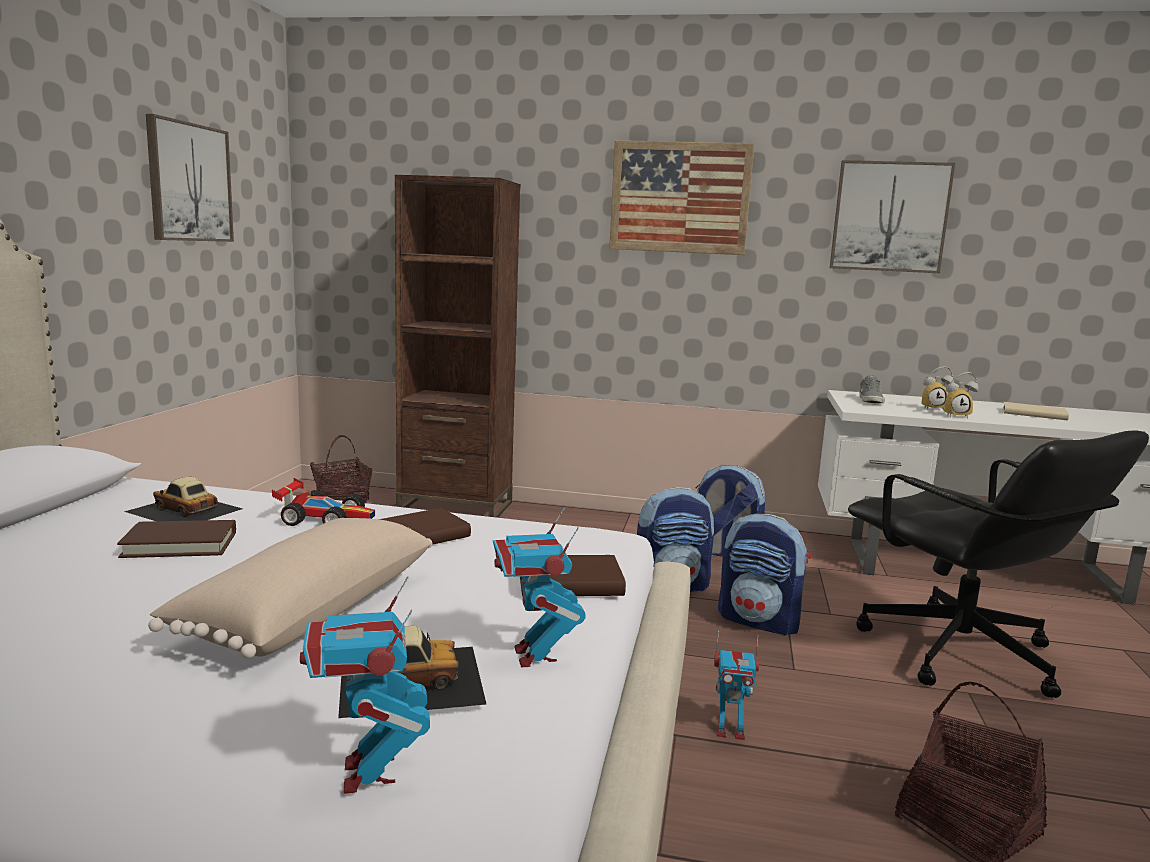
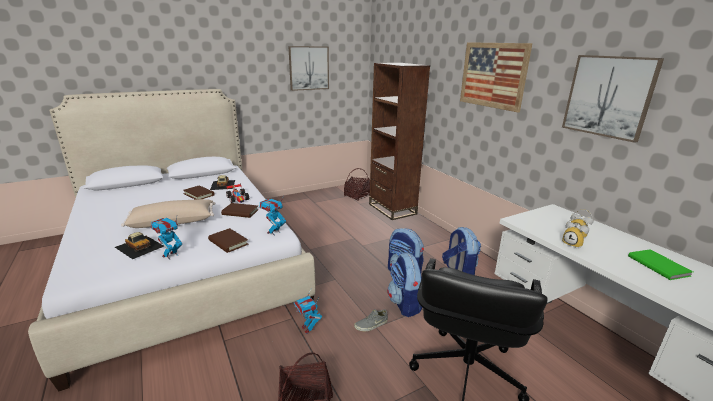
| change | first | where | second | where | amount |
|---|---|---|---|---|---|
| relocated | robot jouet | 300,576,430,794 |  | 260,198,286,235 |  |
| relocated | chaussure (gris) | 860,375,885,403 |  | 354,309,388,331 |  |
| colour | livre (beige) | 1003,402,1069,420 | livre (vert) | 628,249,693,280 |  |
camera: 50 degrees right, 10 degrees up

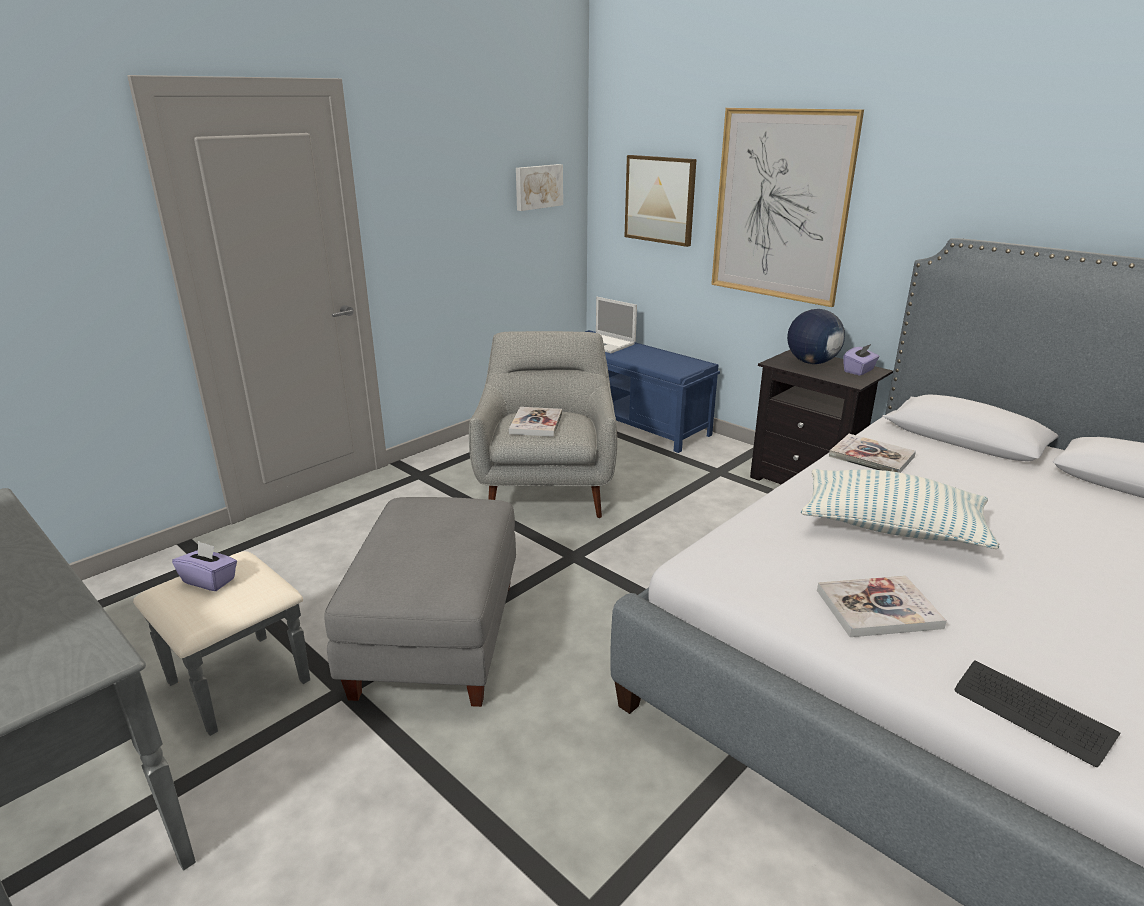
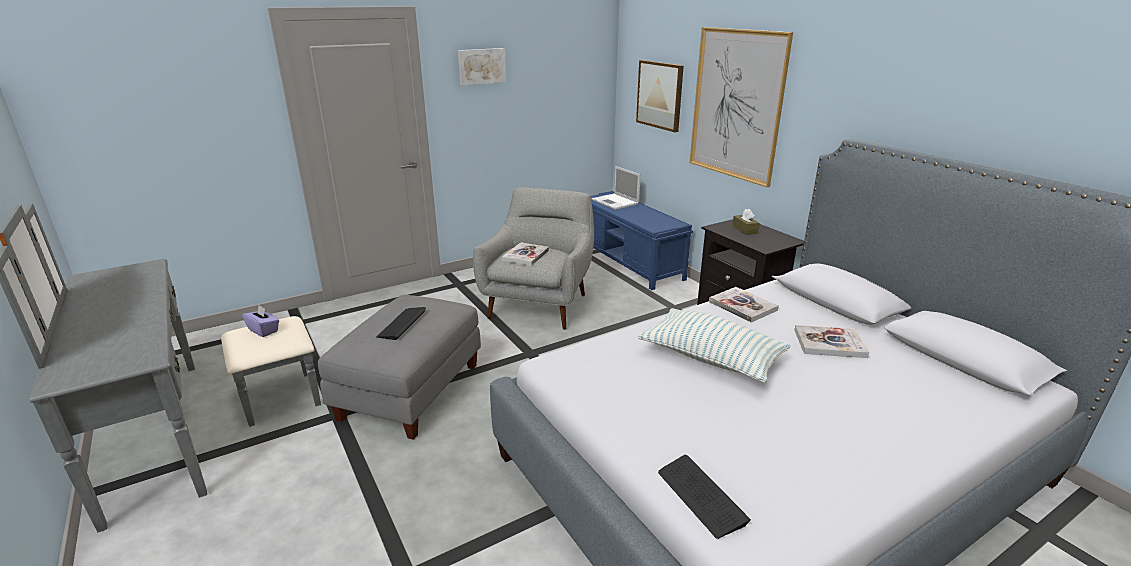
| change | first | where | second | where | amount |
|---|---|---|---|---|---|
| missing | boîte à mouchoirs (violet) | 844,344,879,376 |  |  |  |
| appeared |  |  | clavier | 376,307,426,340 |  |
| relocated | tableau | 516,164,563,211 |  | 458,48,506,85 |  |
| relocated | livre | 817,576,947,637 |  | 794,325,869,358 |  |
| exchanged | globe | 787,309,845,364 | boîte à mouchoirs (marron) | 732,208,759,235 |  |
camera: 15 degrees right, 0 degrees up

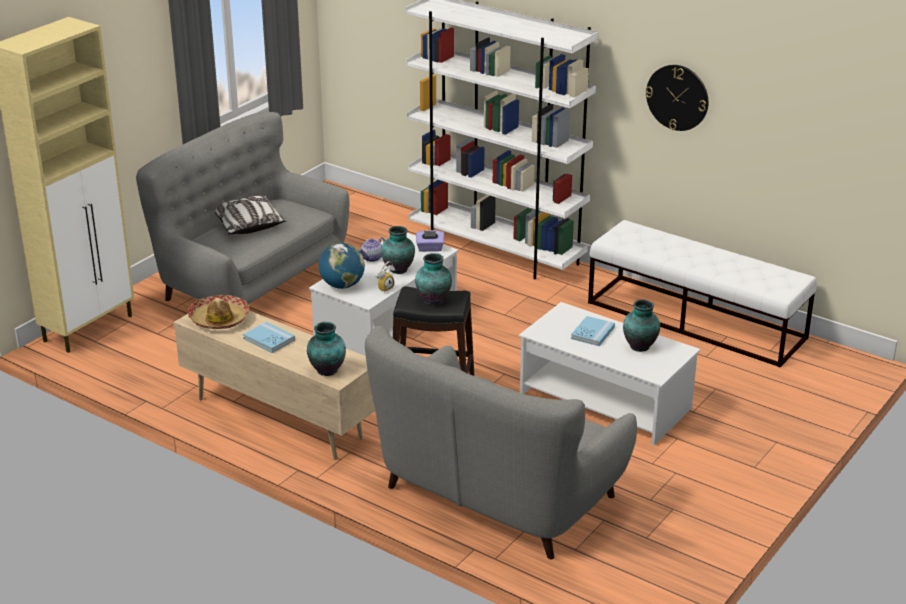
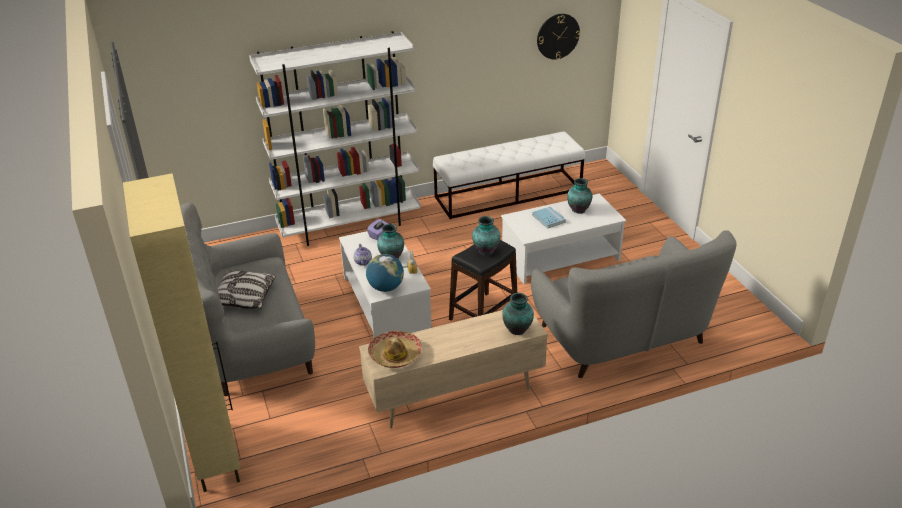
| change | first | where | second | where | amount |
|---|---|---|---|---|---|
| missing | livre (bleu) | 243,322,295,353 |  |  |  |
| relocated | horloge murale | 645,65,709,131 |  | 537,14,580,59 |  |
camera: 55 degrees left, 5 degrees up

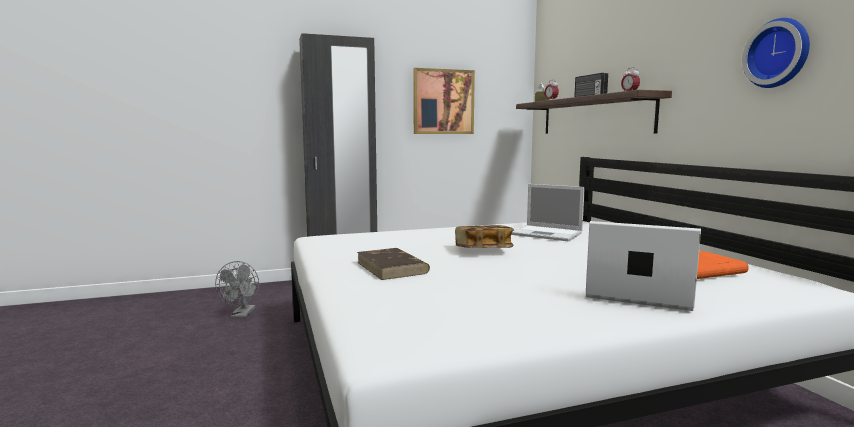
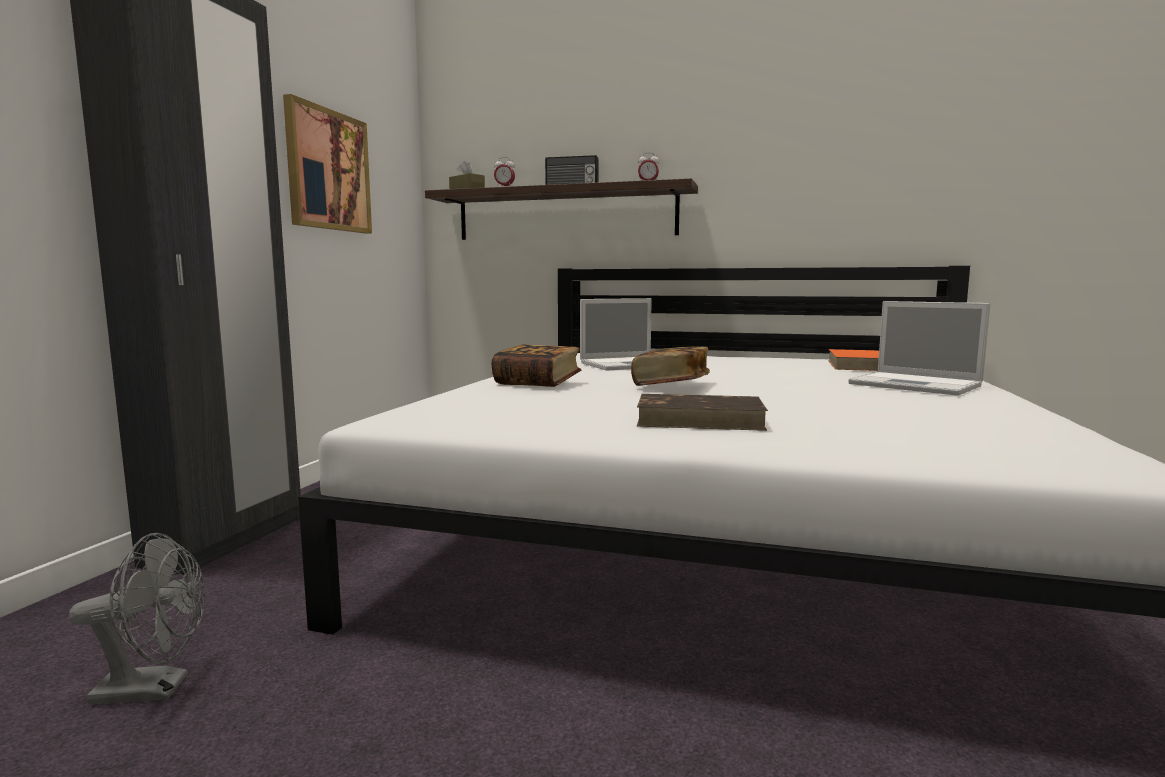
| change | first | where | second | where | amount |
|---|---|---|---|---|---|
| missing | horloge murale | 742,18,810,88 |  |  |  |
| appeared |  |  | livre | 491,344,581,387 |  |
| spun | ventilateur (gris) | 215,261,259,318 |  | 69,533,205,704 | 45 degrees counterclockwise |
| spun | ordinateur portable | 586,221,701,311 |  | 848,301,990,396 | 105 degrees counterclockwise |
camera: 55 degrees left, 0 degrees up

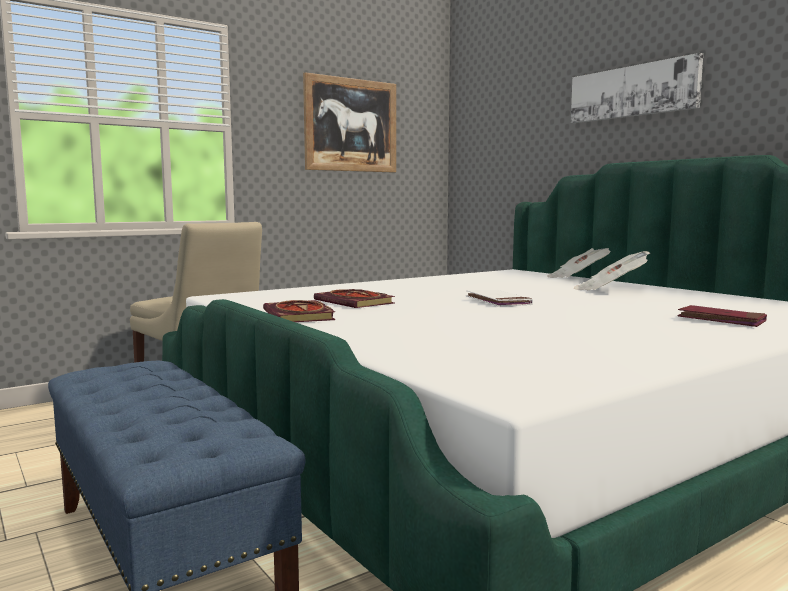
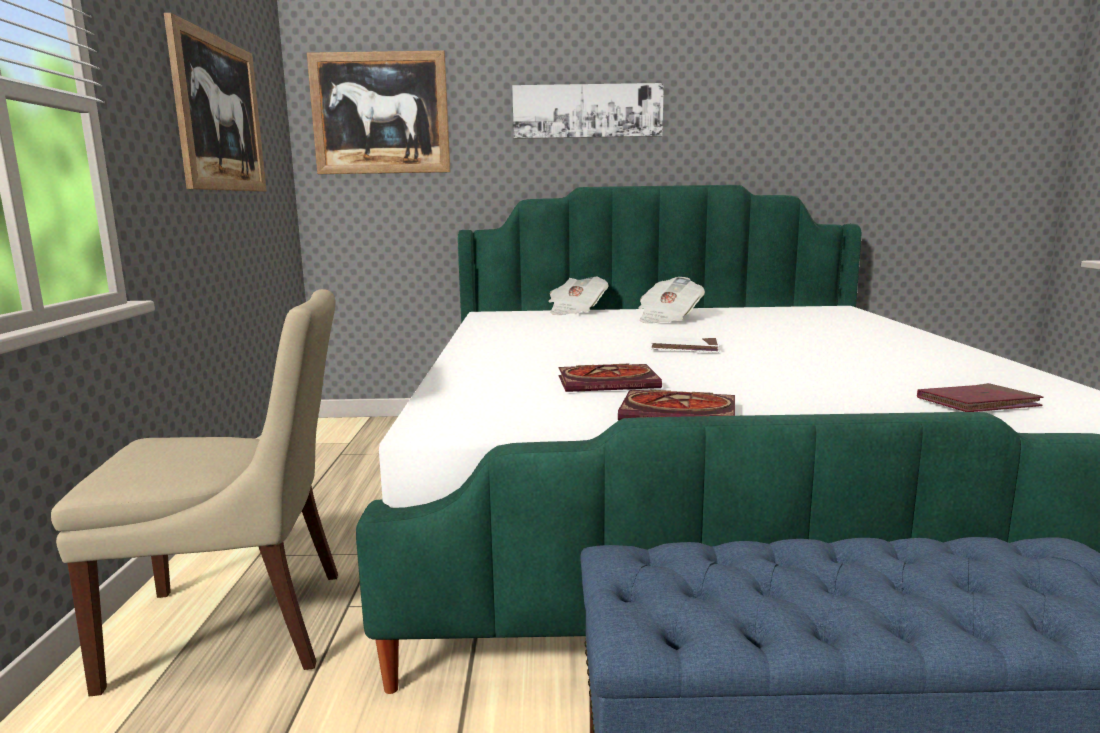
| change | first | where | second | where | amount |
|---|---|---|---|---|---|
| appeared |  |  | tableau | 307,51,450,174 |  |
| relocated | livre (rouge) | 677,305,767,327 |  | 917,383,1043,412 |  |
camera: 55 degrees left, 5 degrees up

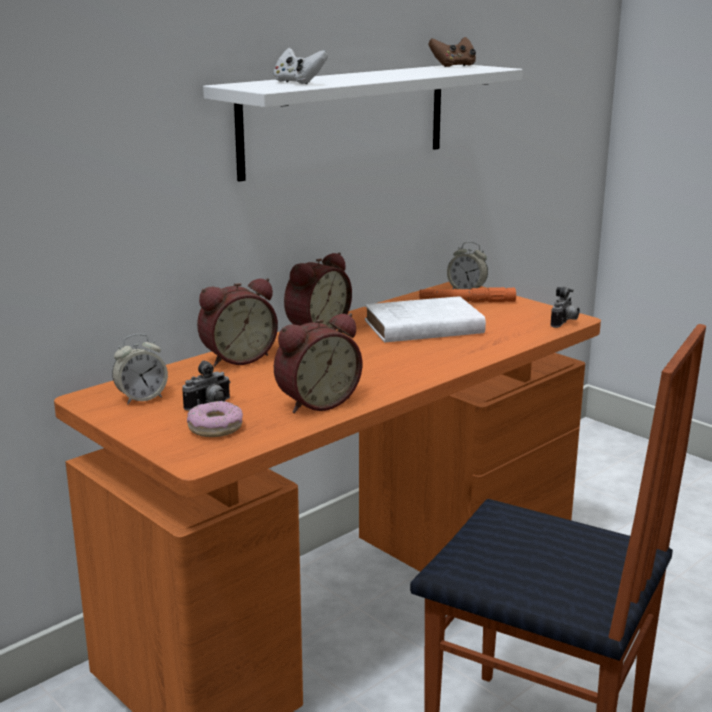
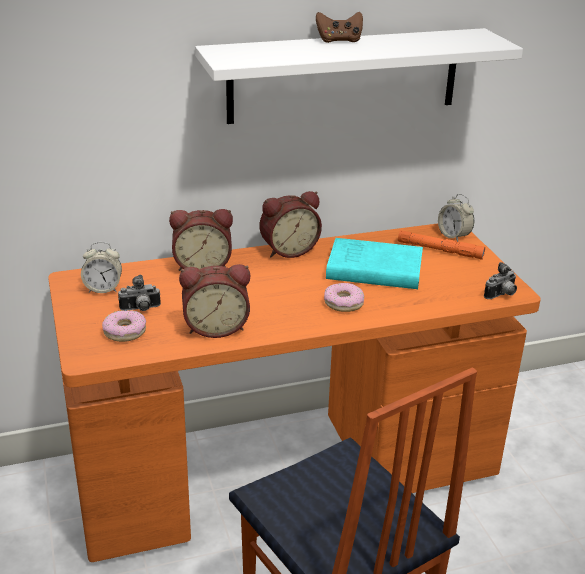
| change | first | where | second | where | amount |
|---|---|---|---|---|---|
| missing | manette (blanc) | 273,48,328,84 |  |  |  |
| appeared |  |  | beignet | 324,283,364,312 |  |
| relocated | manette (marron) | 428,37,476,67 |  | 316,12,363,43 |  |
| colour | livre (blanc) | 365,296,486,343 | livre (turquoise) | 326,238,423,289 |  |
camera: 25 degrees right, 10 degrees up

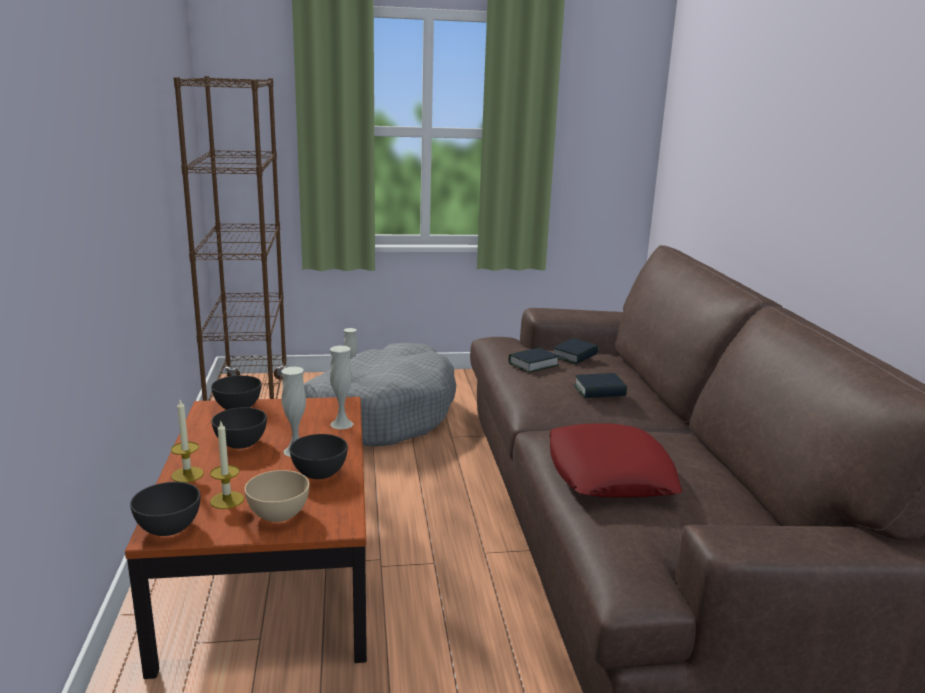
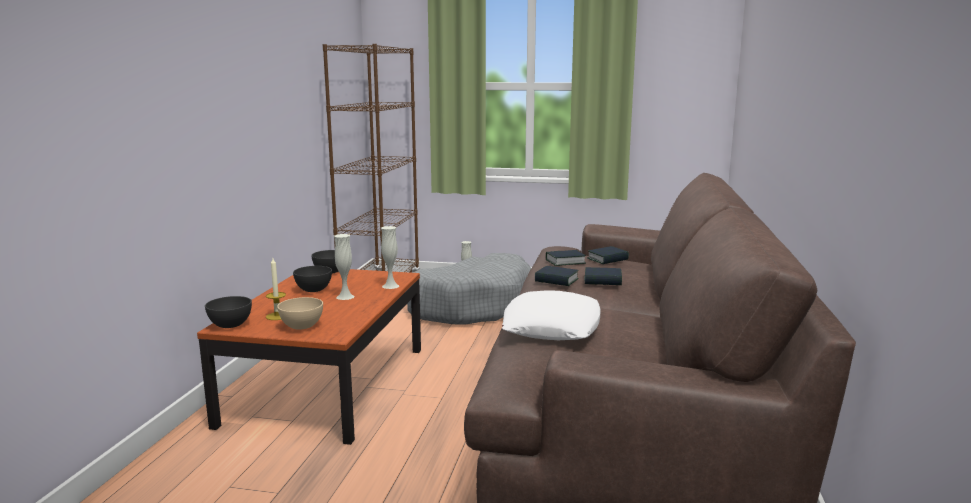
| change | first | where | second | where | amount |
|---|---|---|---|---|---|
| missing | bougie | 171,400,204,483 |  |  |  |
| missing | bol (gris) | 290,434,348,479 |  |  |  |
| appeared |  |  | livre | 535,266,579,286 |  |
| colour | coussin (rouge) | 549,423,682,498 | coussin (blanc) | 502,290,601,340 |  |
camera: 20 degrees right, 5 degrees down

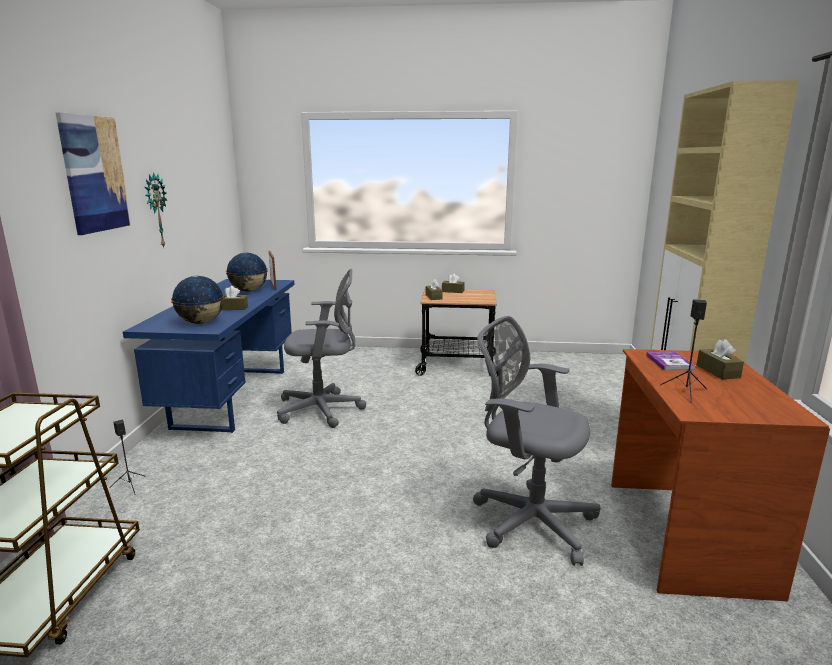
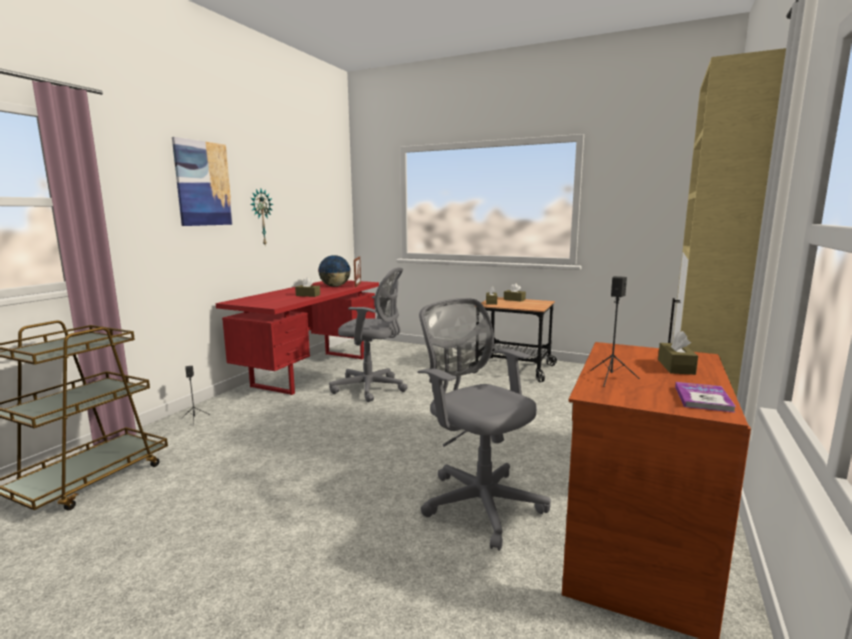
| change | first | where | second | where | amount |
|---|---|---|---|---|---|
| missing | globe | 171,276,224,324 |  |  |  |
| relocated | livre | 646,352,695,370 |  | 675,382,736,413 |  |
| colour | bureau (bleu) | 123,279,294,433 | bureau (rouge) | 216,280,379,395 |  |
camera: 20 degrees right, 5 degrees down

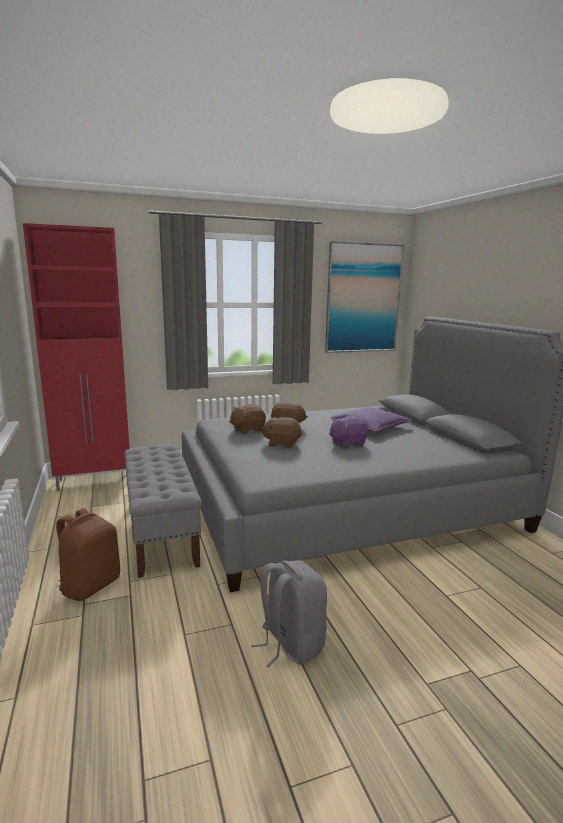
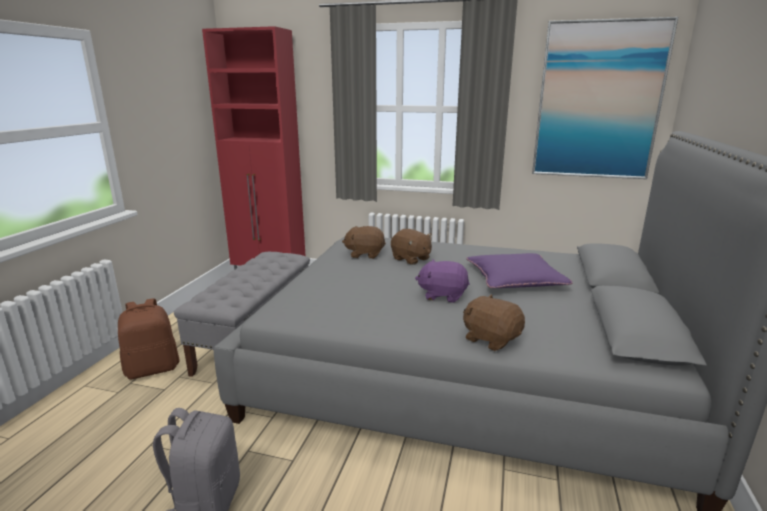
| change | first | where | second | where | amount |
|---|---|---|---|---|---|
| relocated | peluche (marron) | 261,417,302,448 |  | 463,294,525,351 |  |
camera: 35 degrees right, 5 degrees up

